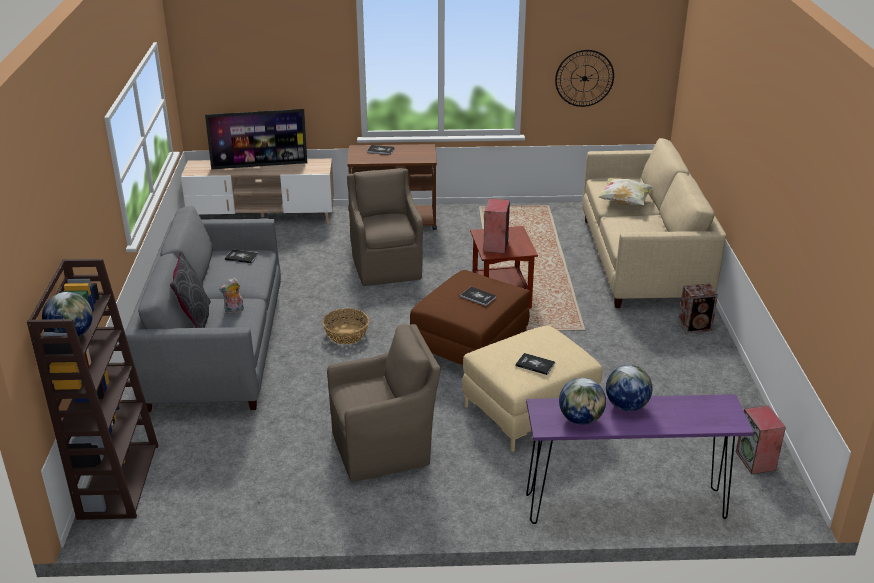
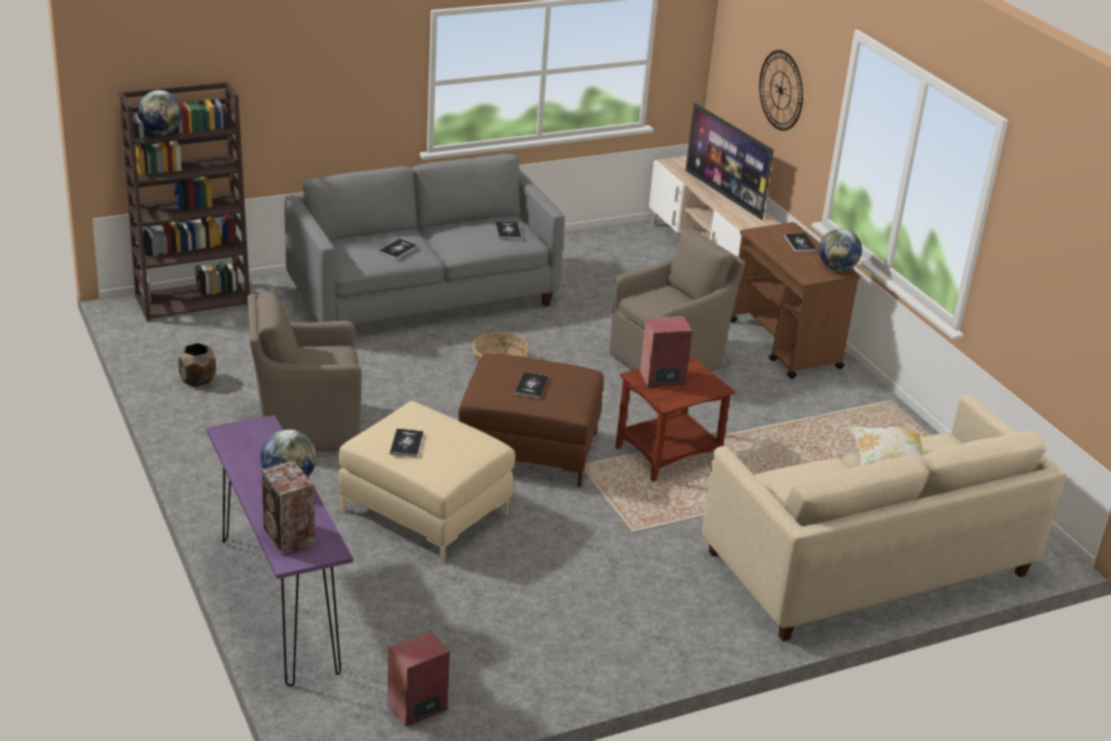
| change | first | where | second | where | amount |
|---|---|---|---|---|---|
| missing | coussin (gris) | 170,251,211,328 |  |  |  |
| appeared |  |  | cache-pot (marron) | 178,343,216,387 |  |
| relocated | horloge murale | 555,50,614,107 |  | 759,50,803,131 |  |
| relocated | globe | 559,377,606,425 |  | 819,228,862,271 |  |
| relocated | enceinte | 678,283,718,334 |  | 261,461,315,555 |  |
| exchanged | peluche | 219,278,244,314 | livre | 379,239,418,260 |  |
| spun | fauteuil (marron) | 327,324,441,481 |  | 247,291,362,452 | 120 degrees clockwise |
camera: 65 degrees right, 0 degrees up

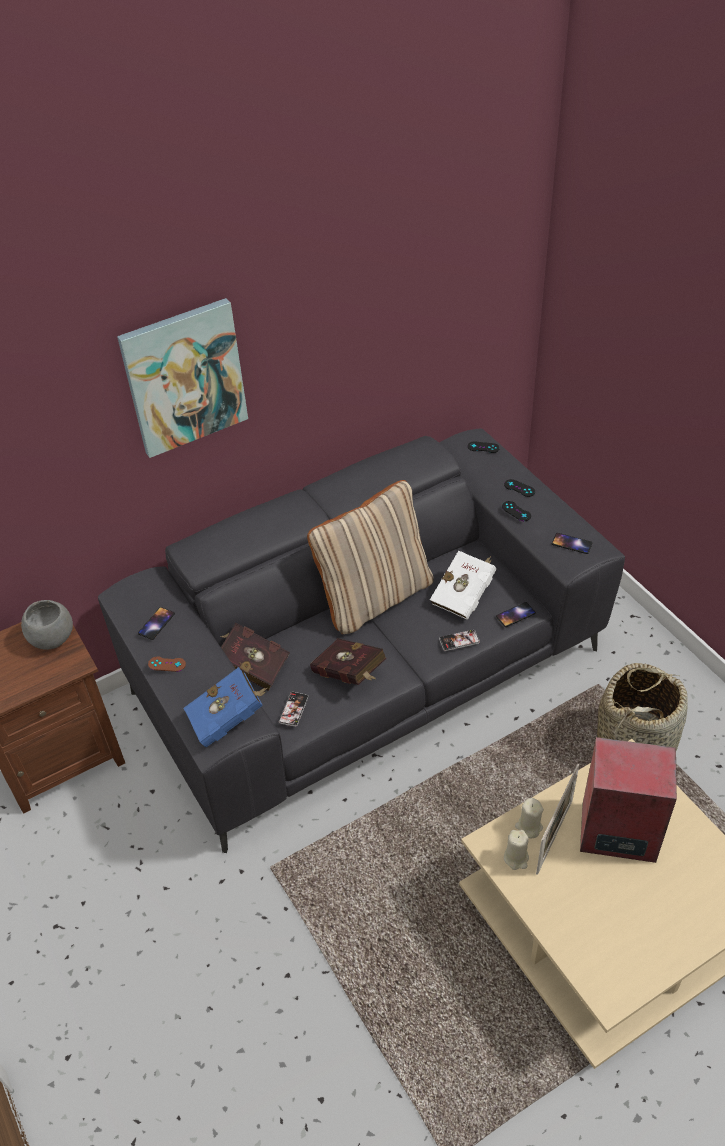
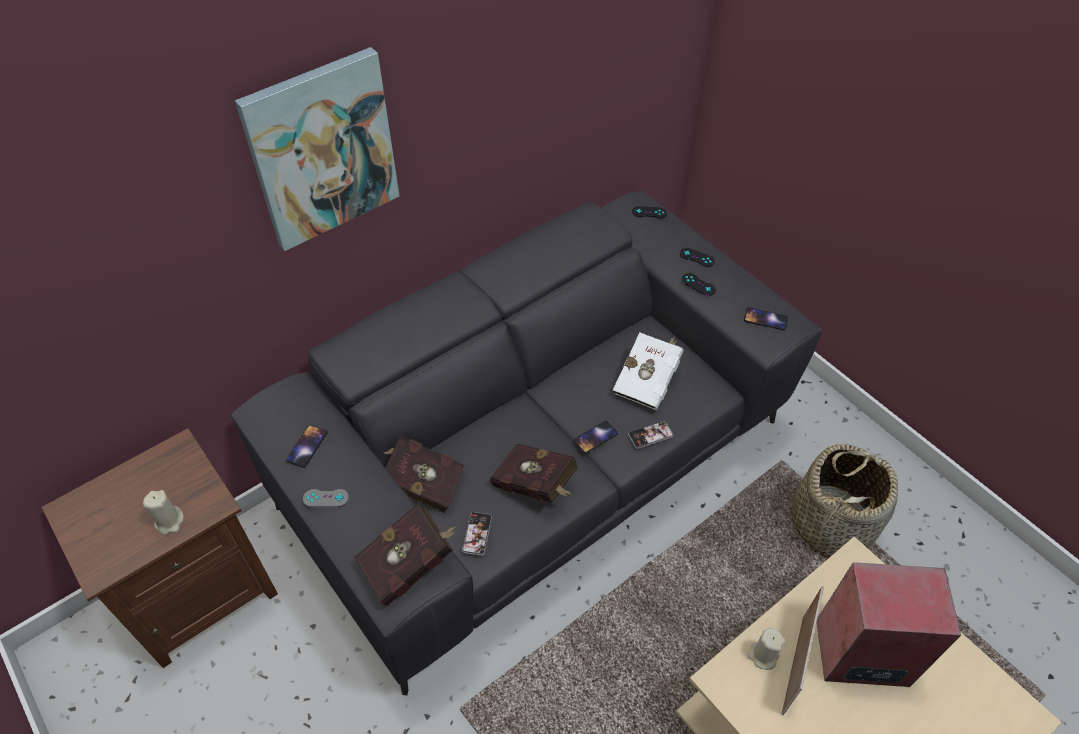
| change | first | where | second | where | amount |
|---|---|---|---|---|---|
| missing | bol (gris) | 21,600,73,650 |  |  |  |
| missing | coussin (beige) | 307,480,434,634 |  |  |  |
| relocated | téléphone | 496,602,536,627 |  | 573,420,618,454 |  |
| relocated | bougie (beige) | 504,830,529,870 |  | 143,490,184,535 |  |
| colour | manette (marron) | 148,657,186,672 | manette (gris) | 303,489,349,507 |  |
| colour | livre (bleu) | 184,667,268,747 | livre (rouge) | 354,503,457,606 |  |
camera: 10 degrees left, 5 degrees up

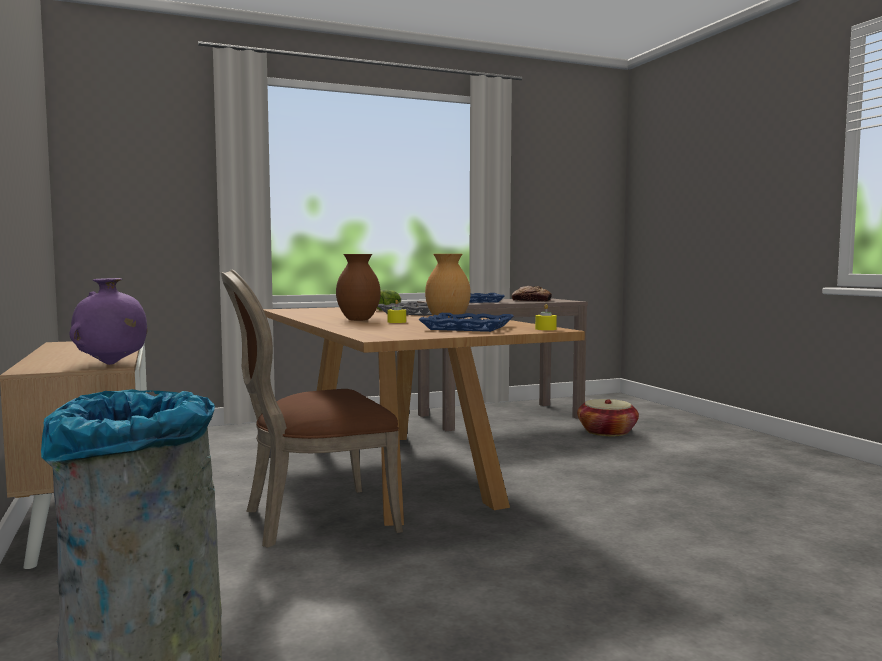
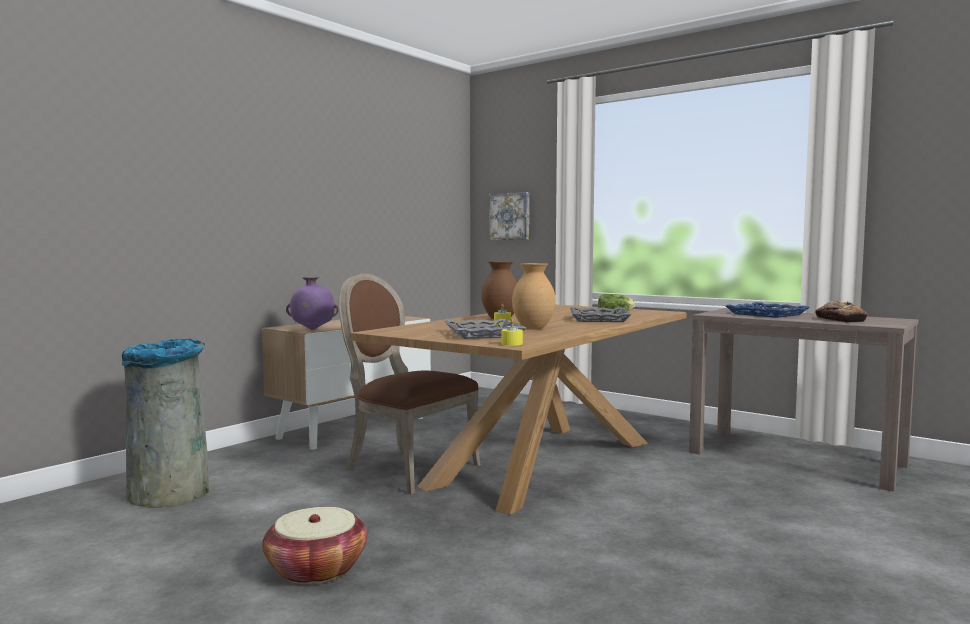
| change | first | where | second | where | amount |
|---|---|---|---|---|---|
| appeared |  |  | tableau | 489,192,529,240 |  |
| relocated | panier | 577,399,639,436 |  | 262,507,367,584 |  |
| colour | plateau (bleu) | 418,313,514,332 | plateau (gris) | 444,319,526,339 |  |
camera: 60 degrees right, 0 degrees up

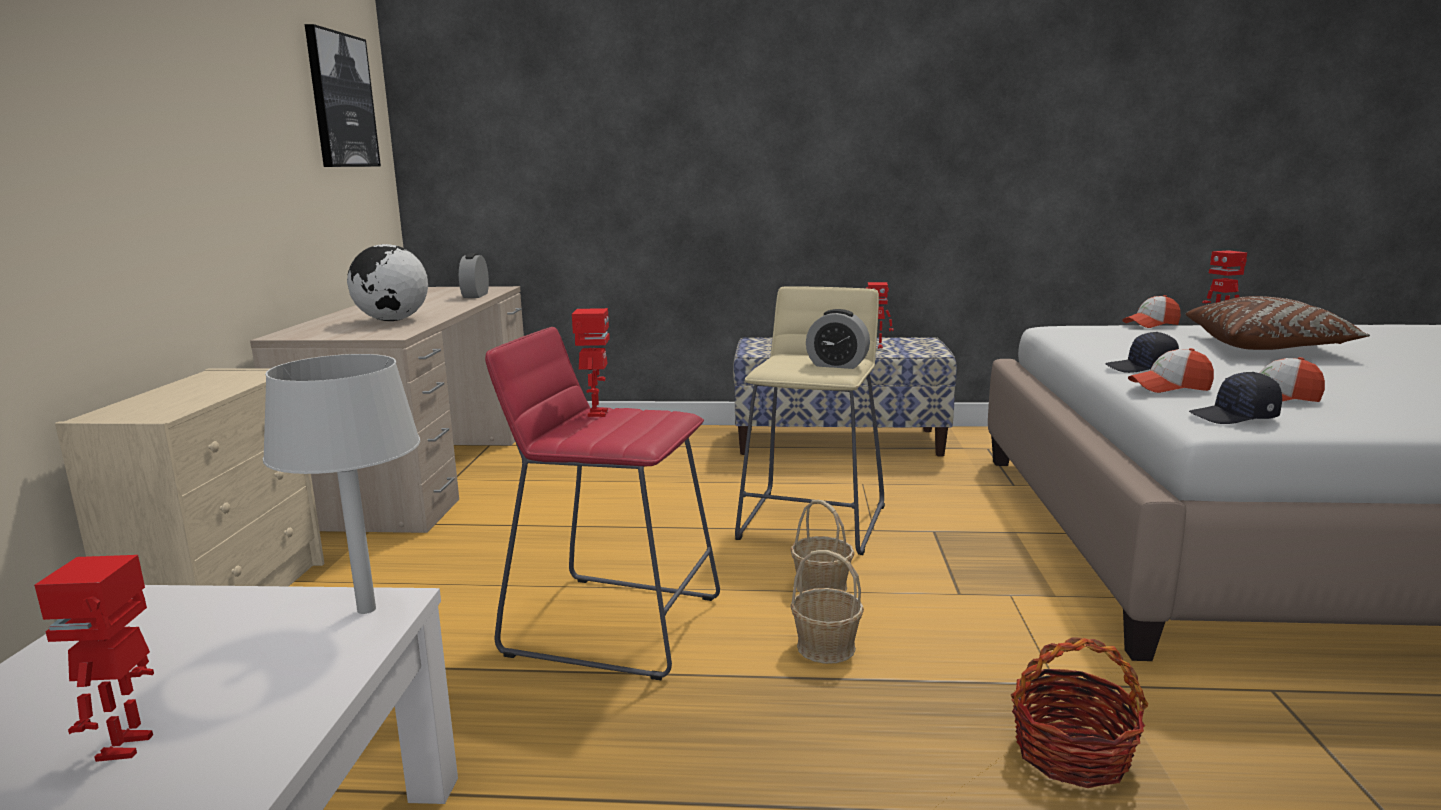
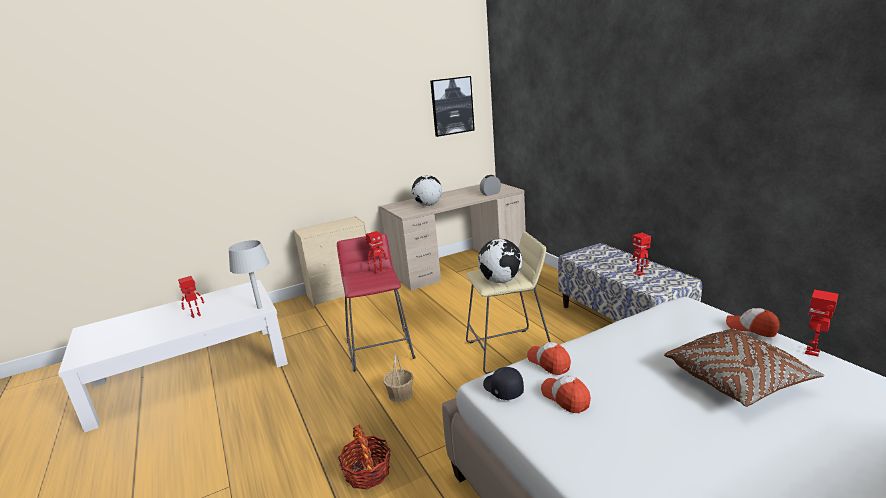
| change | first | where | second | where | amount |
|---|---|---|---|---|---|
| missing | panier | 790,500,855,592 |  |  |  |
| missing | casquette (noir) | 1105,332,1179,373 |  |  |  |
| exchanged | réveil | 806,309,870,369 | globe | 478,239,522,283 |  |
camera: 60 degrees right, 5 degrees up

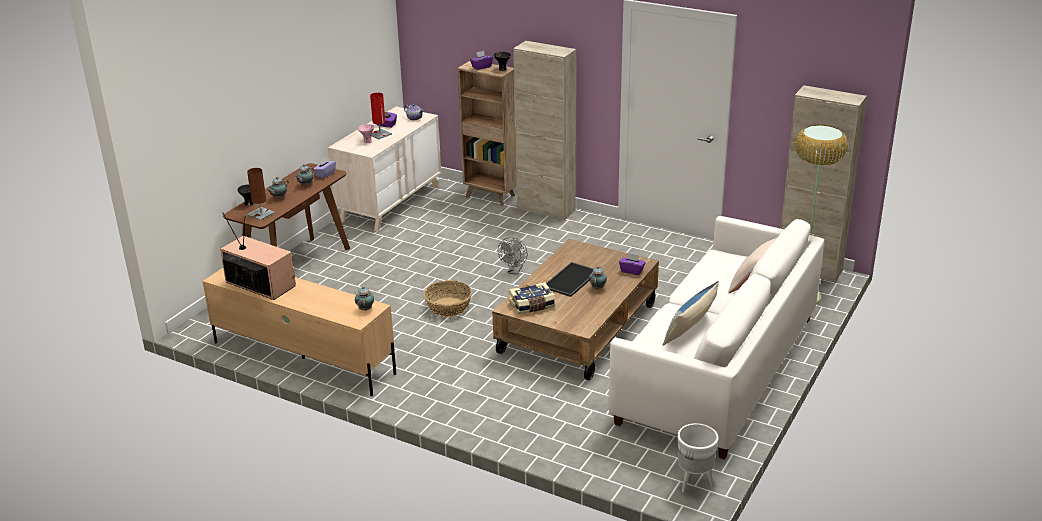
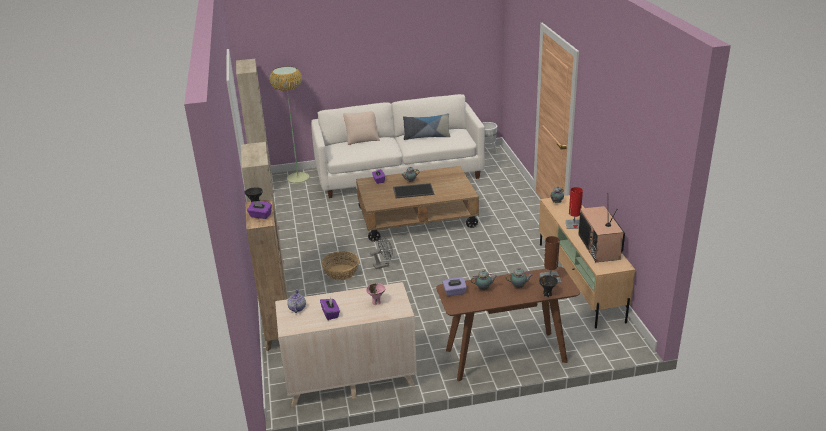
| change | first | where | second | where | amount |
|---|---|---|---|---|---|
| missing | livre | 509,282,555,314 |  |  |  |
| relocated | lampe de table (rouge) | 370,93,392,139 |  | 565,187,583,229 |  |
| relocated | panier | 424,280,472,317 |  | 322,251,359,280 |  |
camera: 130 degrees left, 0 degrees up

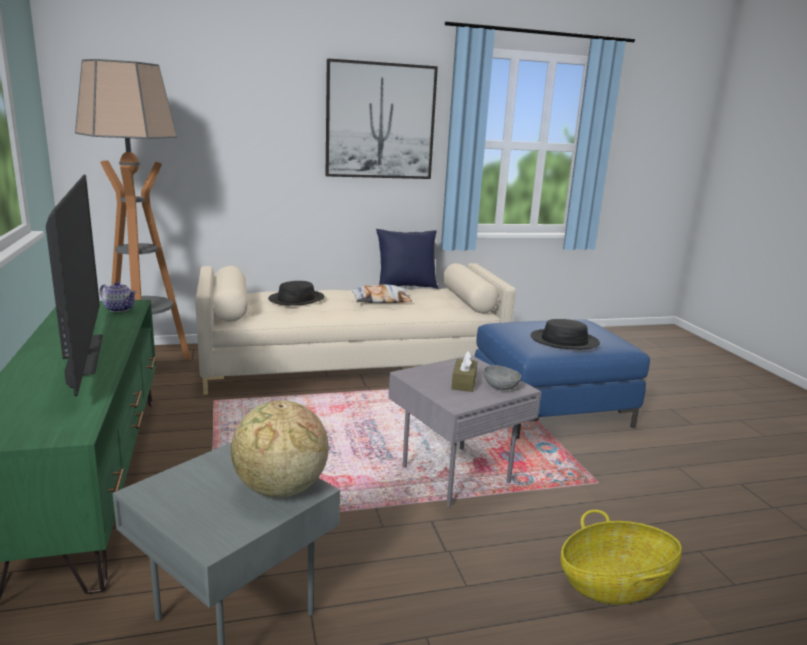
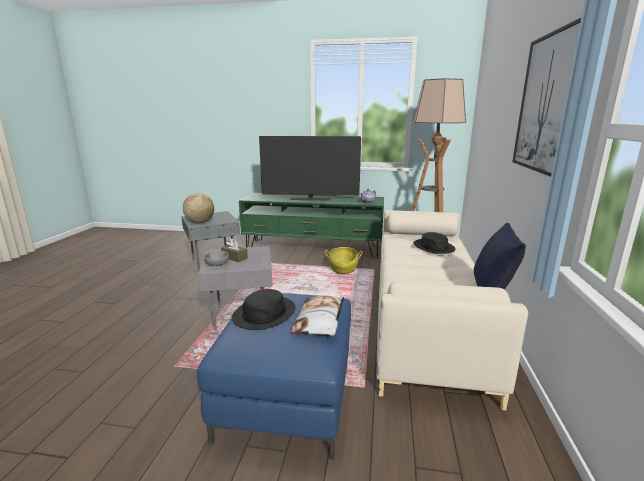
| change | first | where | second | where | amount |
|---|---|---|---|---|---|
| relocated | coussin | 350,284,412,303 |  | 290,296,344,336 |  |
| relocated | panier | 560,510,682,605 |  | 325,247,363,274 |  |
camera: 115 degrees right, 0 degrees up

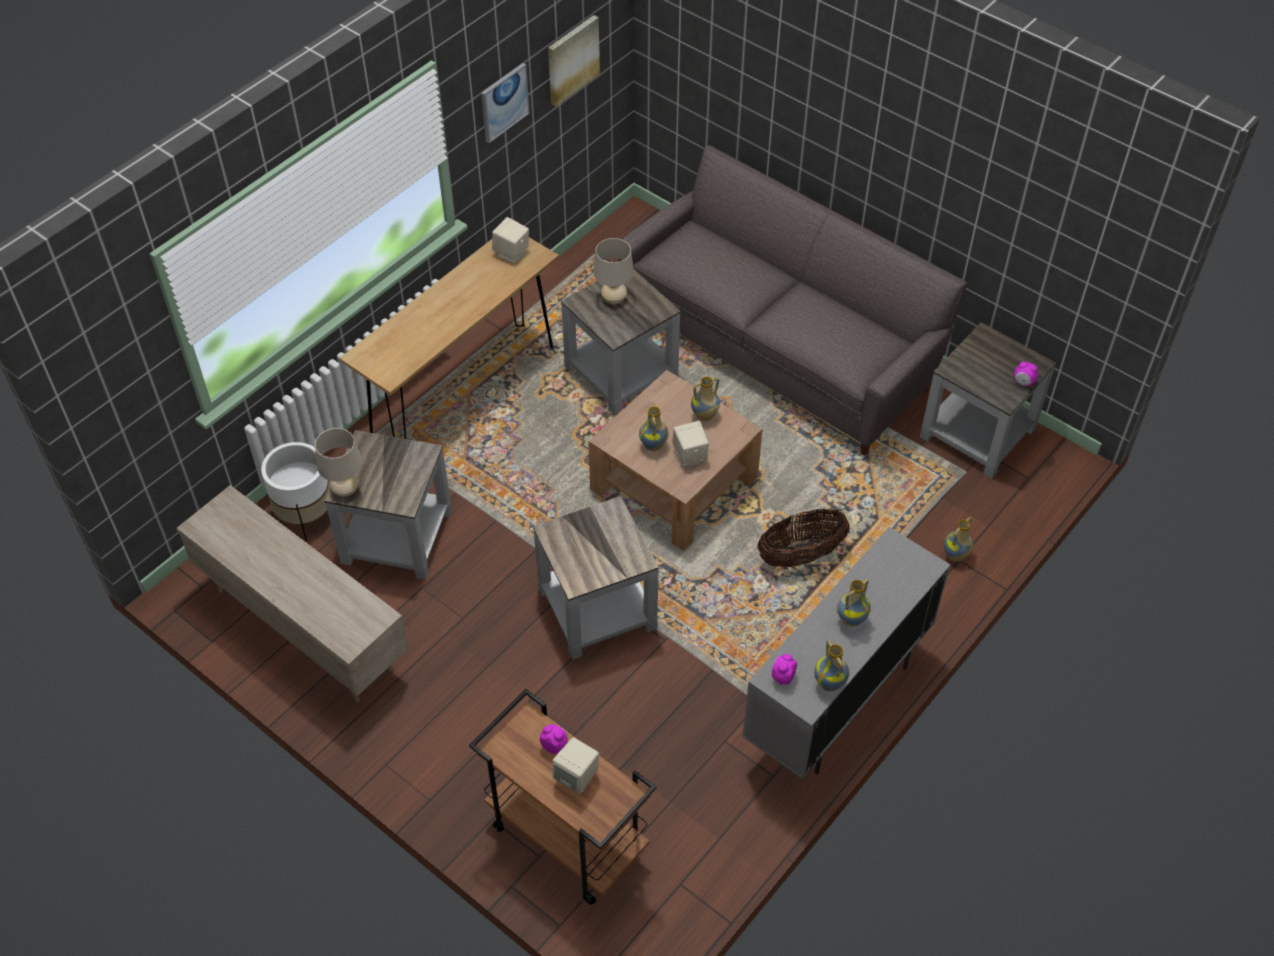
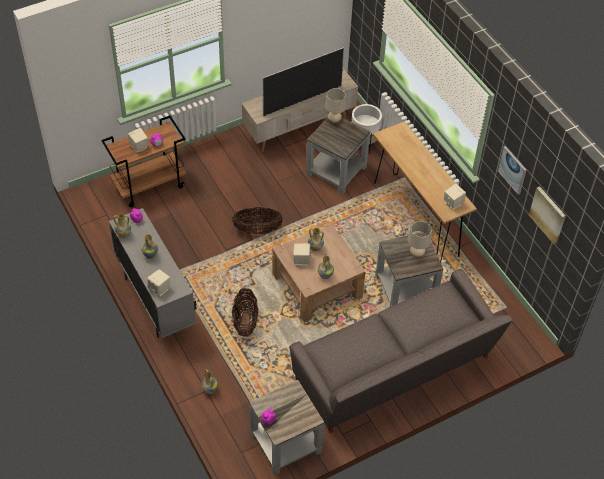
| change | first | where | second | where | amount |
|---|---|---|---|---|---|
| appeared |  |  | enceinte (beige) | 147,269,170,297 |  |
| appeared |  |  | téléviseur | 262,48,344,116 |  |
| exchanged | table d'appoint (gris) | 533,496,659,660 | panier | 232,207,283,234 |  |
camera: 110 degrees right, 0 degrees up

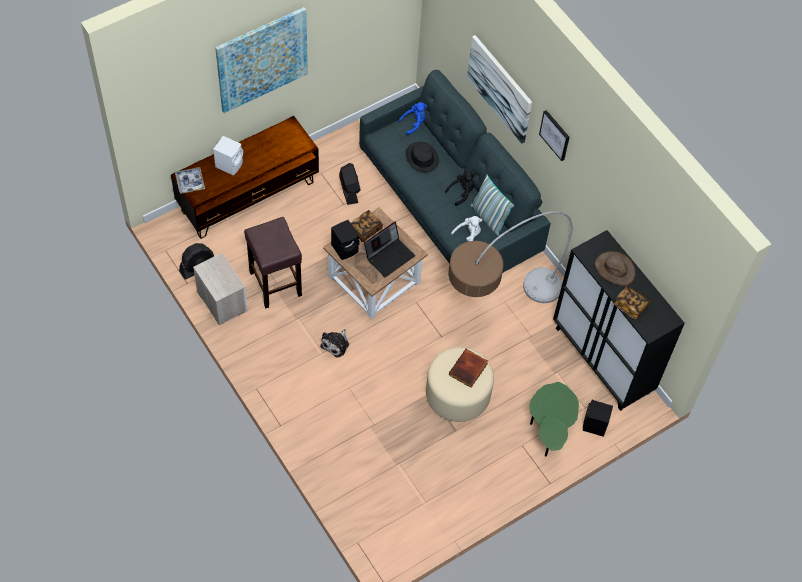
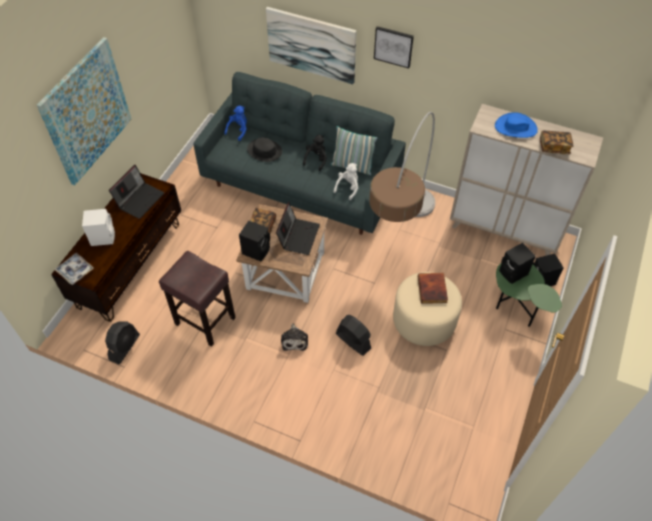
| change | first | where | second | where | amount |
|---|---|---|---|---|---|
| missing | table de chevet | 193,253,247,325 |  |  |  |
| appeared |  |  | ordinateur portable | 109,165,164,219 |  |
| appeared |  |  | enceinte (noir) | 499,243,536,284 |  |
| relocated | ventilateur (noir) | 339,163,360,205 |  | 336,315,371,356 |  |
| colour | meuble de rangement (noir) | 553,230,685,411 | meuble de rangement (beige) | 450,104,603,256 |  |
| colour | chapeau (marron) | 595,251,636,286 | chapeau (bleu) | 495,112,538,138 |  |
camera: 30 degrees left, 5 degrees down

